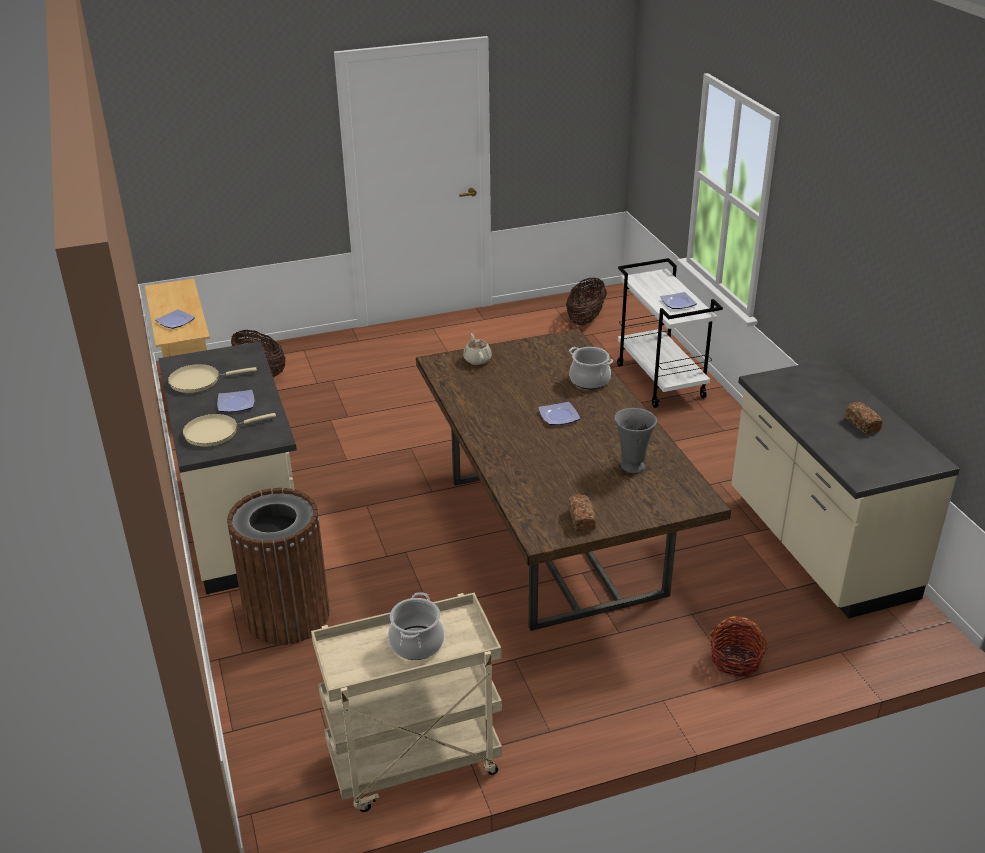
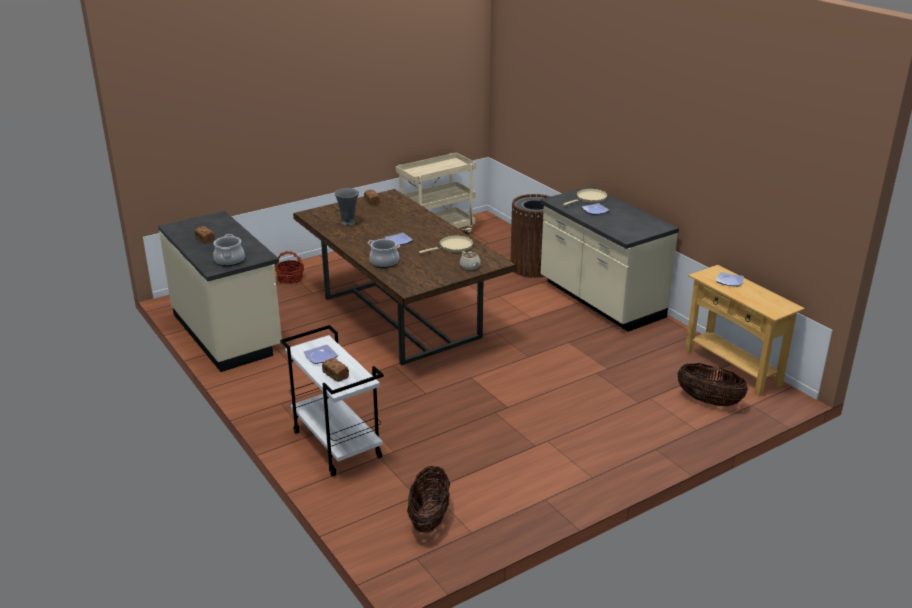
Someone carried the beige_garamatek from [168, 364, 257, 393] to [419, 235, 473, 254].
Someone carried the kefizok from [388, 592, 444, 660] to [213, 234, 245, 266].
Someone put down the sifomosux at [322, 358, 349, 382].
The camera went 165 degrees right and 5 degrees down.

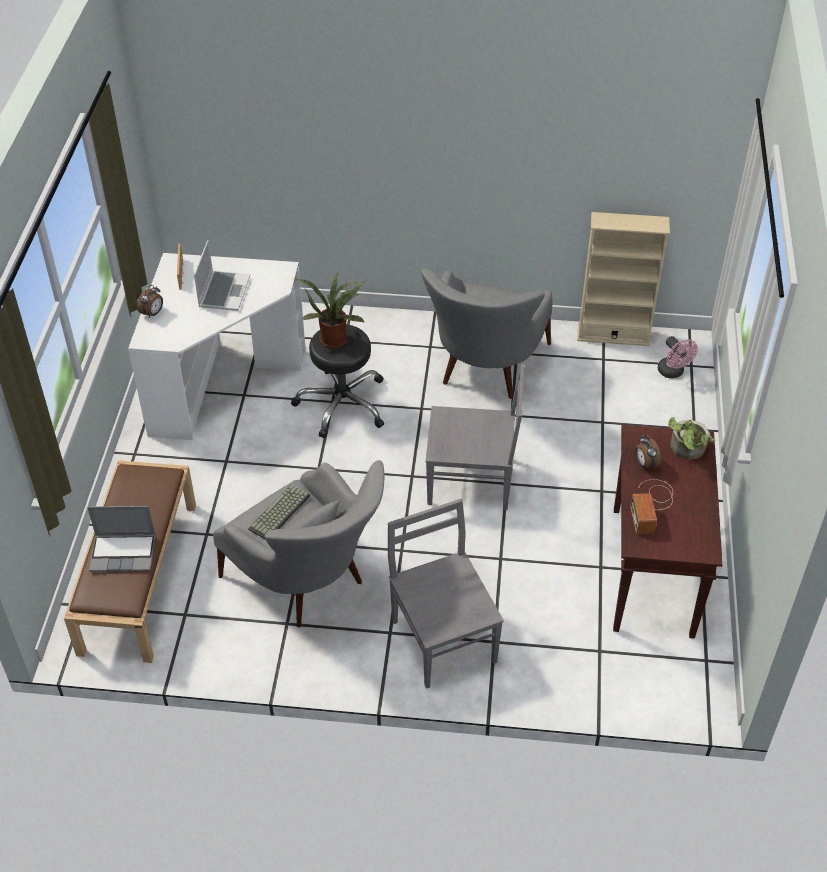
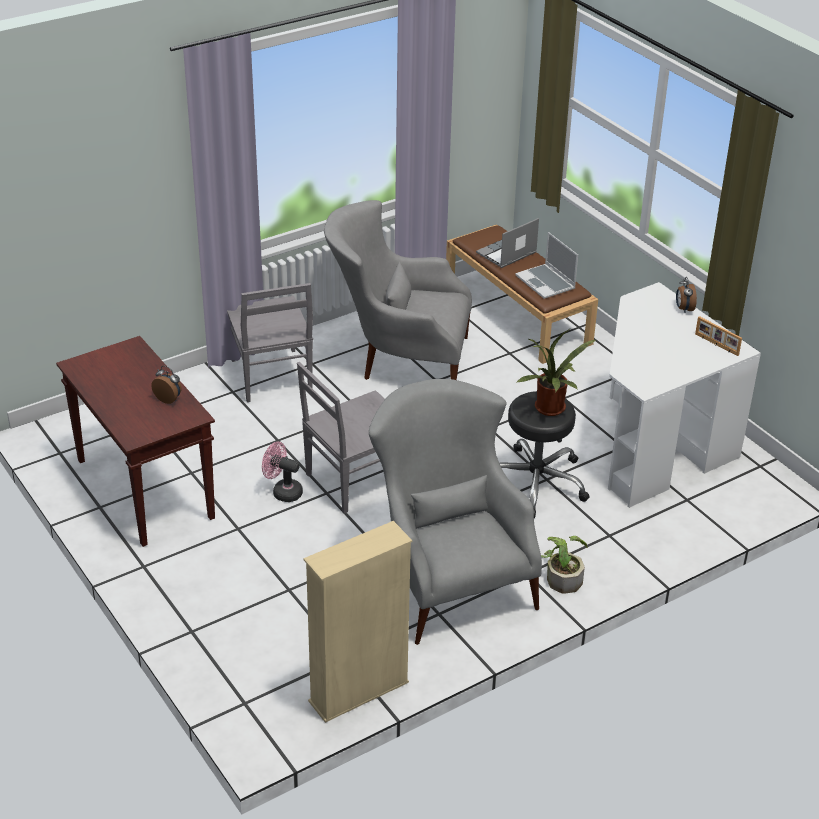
Someone carried the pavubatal from [194, 240, 250, 311] to [515, 232, 578, 299].
Someone took away the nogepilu at [248, 484, 310, 539].
Someone rotated the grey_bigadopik at [388, 499, 504, 689] by 45 degrees clockwise.
Someone took away the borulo at [631, 479, 673, 534].
Someone carried the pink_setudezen from [658, 336, 698, 378] to [262, 442, 303, 502].
Someone carried the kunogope from [668, 417, 715, 460] to [541, 536, 588, 594].
The camera went 140 degrees right and 10 degrees down.

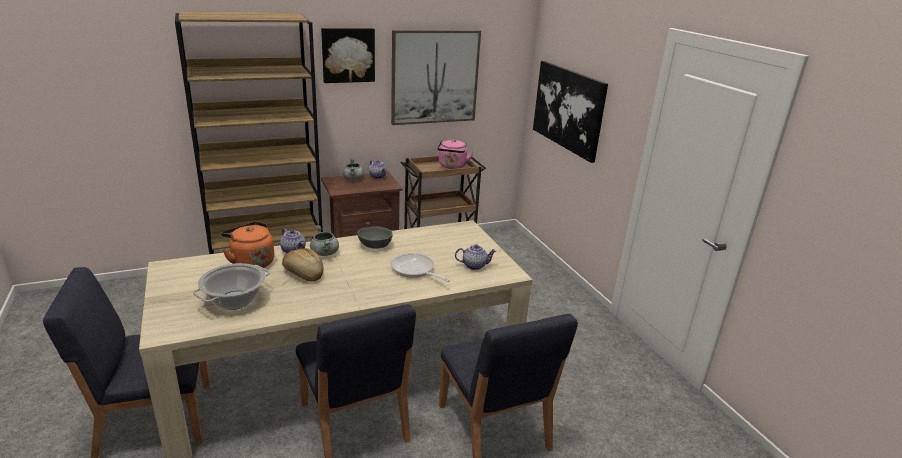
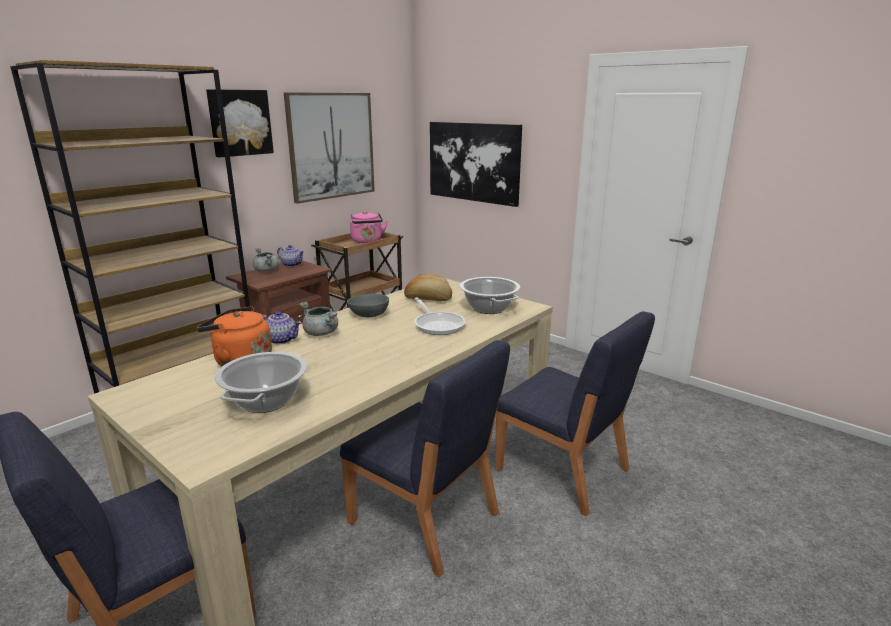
Someone carried the sifomosux from [282, 248, 324, 281] to [404, 274, 452, 301].
Someone rotated the garamatek at [391, 253, 450, 282] by 135 degrees counterclockwise.
Someone swapped the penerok at [455, 244, 496, 270] for the kefizok at [460, 277, 520, 314].
The camera went 25 degrees left and 5 degrees down.

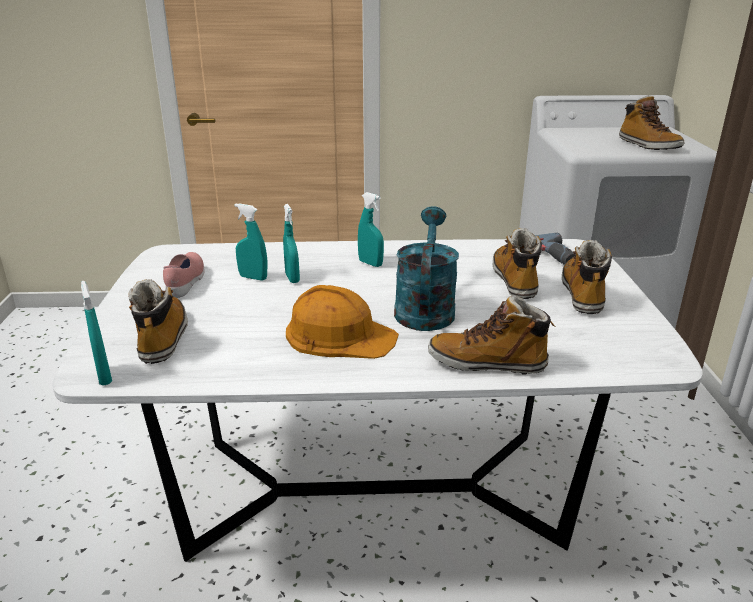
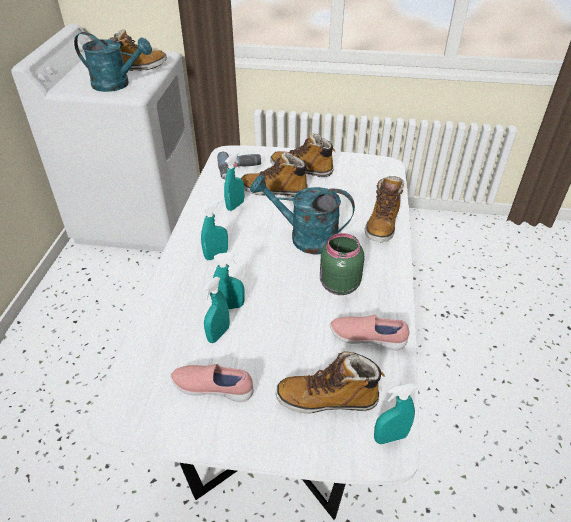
Someone swapped the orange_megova at [286, 285, 399, 359] for the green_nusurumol at [320, 233, 365, 295].
Someone put down the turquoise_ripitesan at [74, 32, 152, 92].
Someone put down the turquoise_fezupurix at [224, 152, 244, 211].
Someone put down the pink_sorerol at [330, 315, 409, 350].
The camera went 80 degrees left and 15 degrees up.

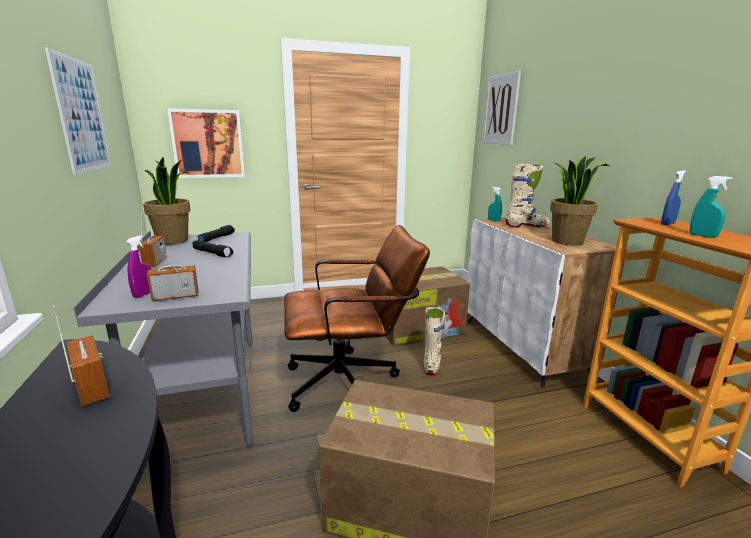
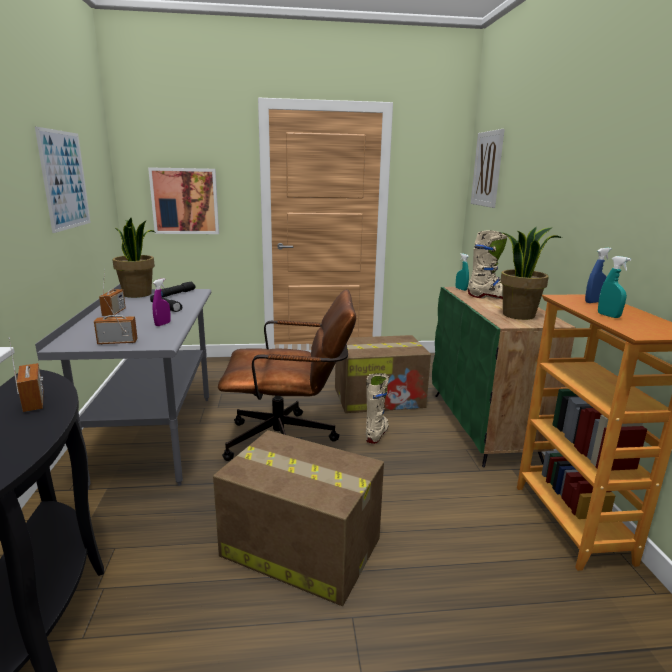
Someone carried the purple_fezupurix from [126, 235, 151, 298] to [153, 278, 171, 326].
Someone repainted the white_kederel at [468, 218, 627, 388], which became the green_kederel at [432, 287, 576, 467].
The camera went 10 degrees right and 0 degrees up.

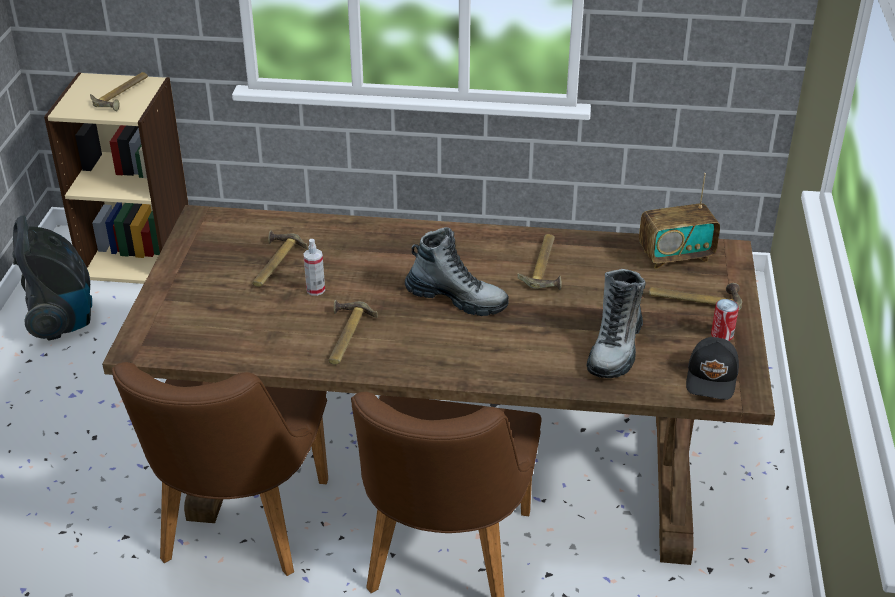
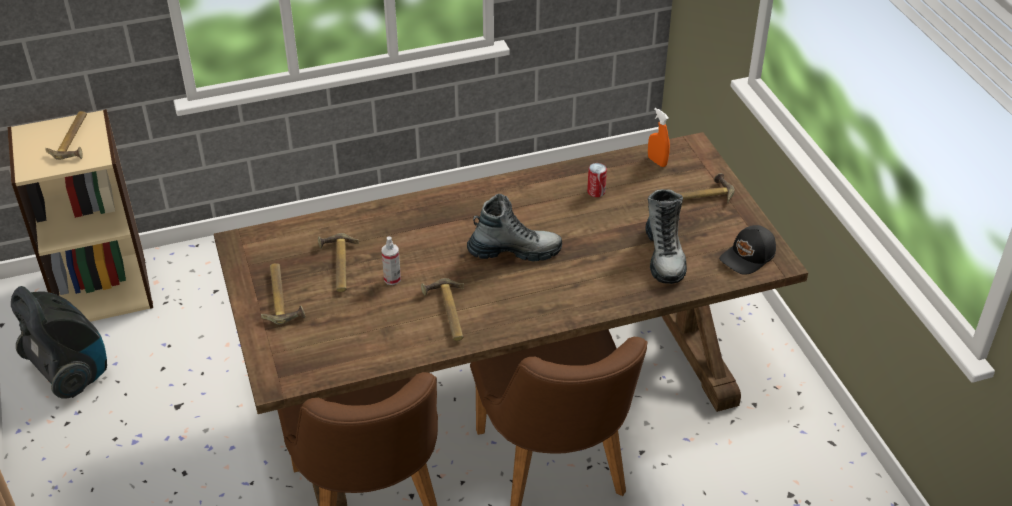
Someone carried the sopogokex from [518, 234, 561, 290] to [261, 263, 305, 325].
Someone swapped the borulo at [639, 173, 720, 269] for the orange_fezupurix at [648, 108, 670, 167].
Someone rotated the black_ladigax at [686, 337, 739, 400] by 60 degrees clockwise.
Someone carried the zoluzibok from [711, 299, 739, 341] to [587, 163, 607, 197].
The camera went 25 degrees left and 5 degrees up.

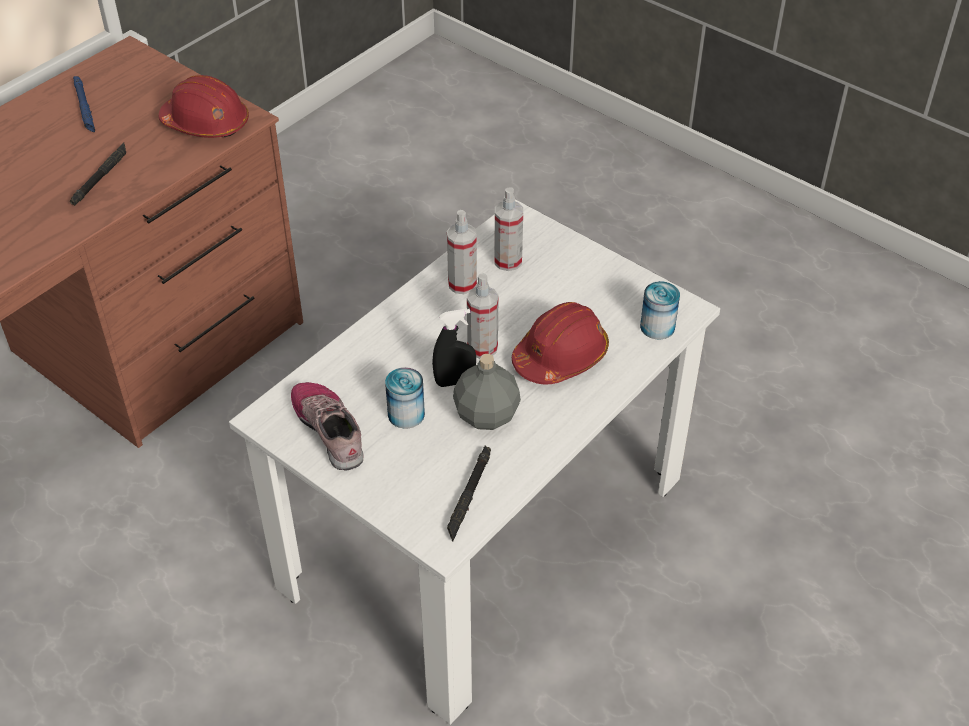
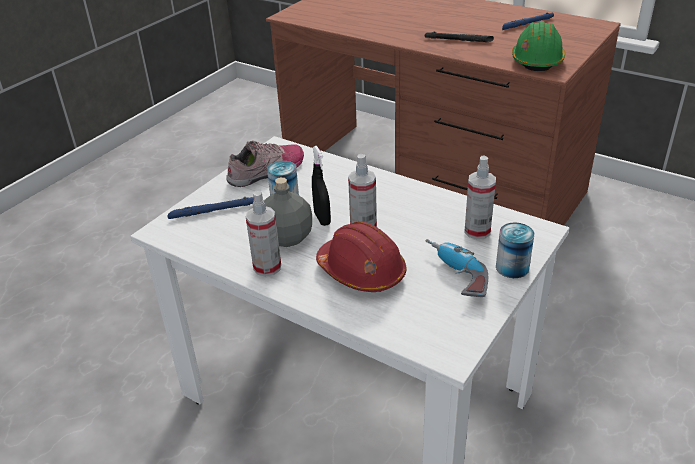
Someone repainted the red_megova at [159, 75, 249, 138], which became the green_megova at [512, 21, 565, 71].
Someone carried the fezupurix from [447, 210, 477, 294] to [246, 191, 281, 277].
Someone took away the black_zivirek at [447, 446, 491, 541].
Someone carried the zoluzibok from [640, 281, 680, 340] to [496, 223, 534, 278].
Someone put down the blue_zivirek at [168, 197, 254, 219].
Someone put down the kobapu at [426, 239, 488, 297].
The camera went 85 degrees right and 10 degrees down.

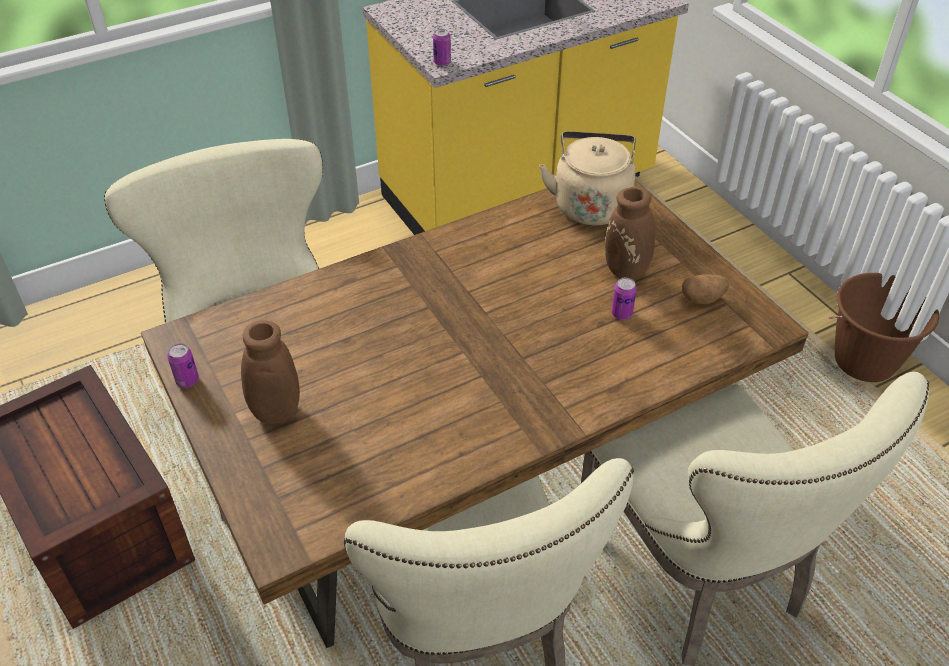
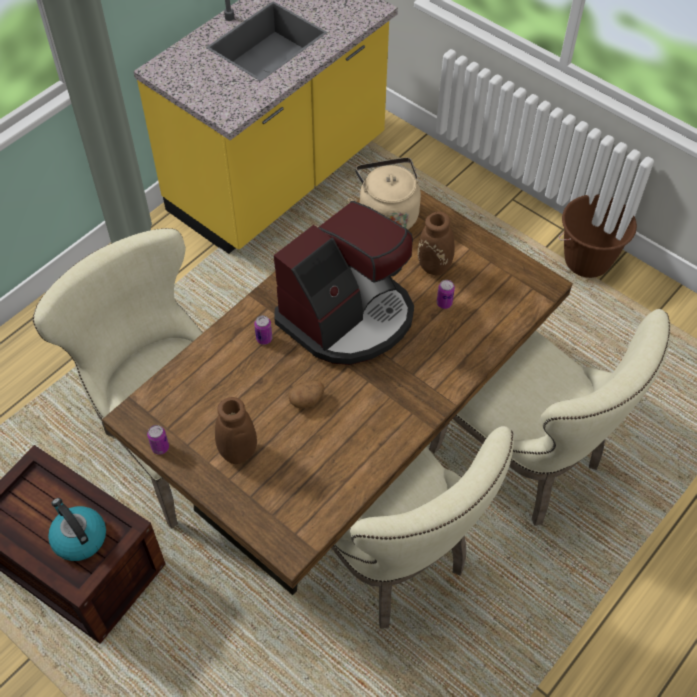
Someone carried the zoluzibok from [433, 29, 451, 66] to [254, 315, 272, 345].
Someone carried the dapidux from [682, 275, 729, 304] to [289, 381, 325, 408].
Someone put down the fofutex at [48, 498, 106, 561].
Someone put down the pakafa at [274, 201, 414, 365].
The camera went 20 degrees left and 10 degrees up.

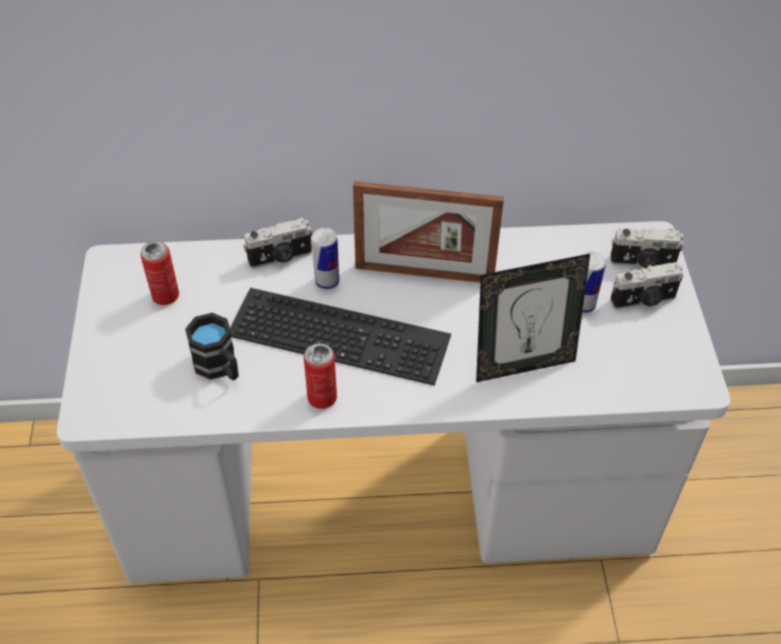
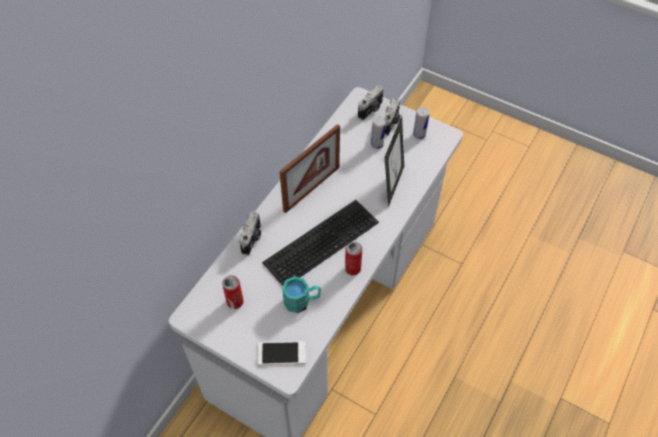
Someone repainted the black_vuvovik at [185, 313, 239, 380], which became the turquoise_vuvovik at [282, 276, 321, 313].
Someone carried the zoluzibok from [312, 228, 339, 290] to [413, 107, 430, 139].
Someone put down the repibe at [257, 341, 306, 365].
The camera went 55 degrees left and 5 degrees up.

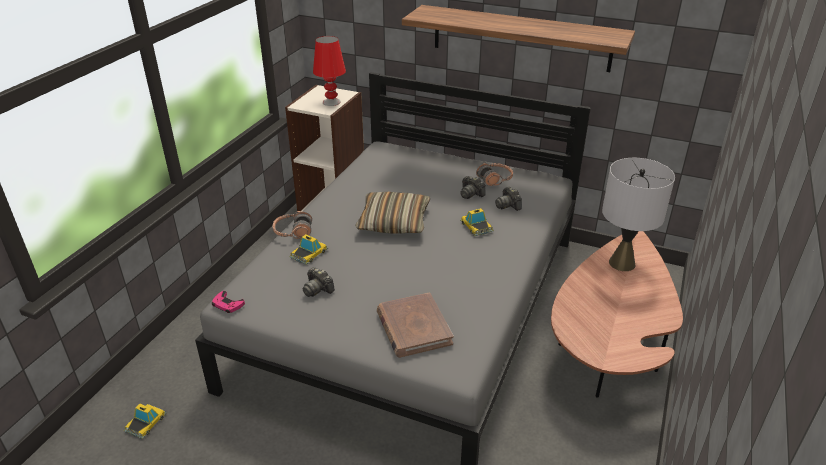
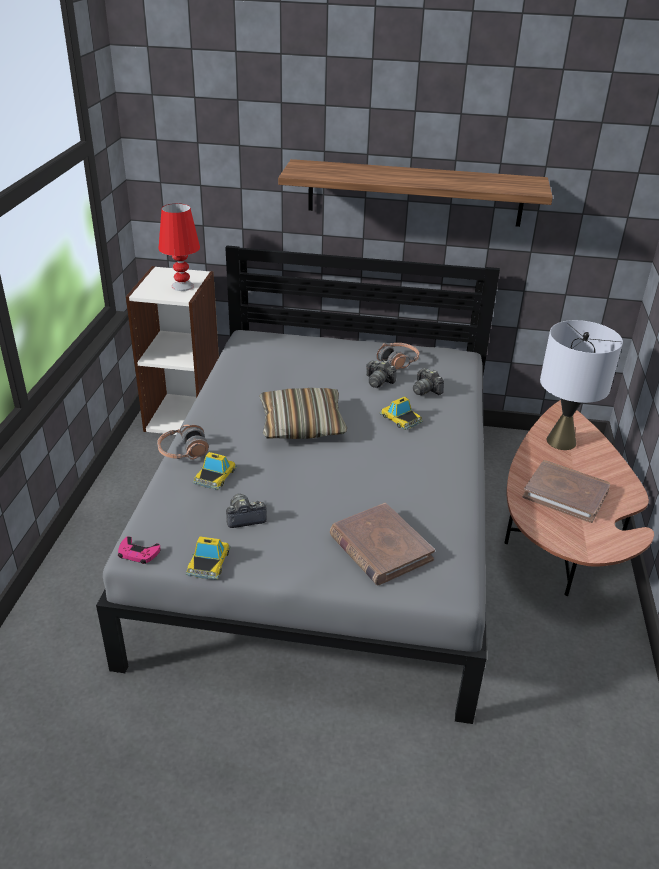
Someone carried the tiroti from [124, 404, 167, 439] to [186, 536, 231, 580].
Someone rotated the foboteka at [302, 267, 335, 297] by 135 degrees clockwise.
Someone put down the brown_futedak at [523, 460, 610, 523].
The camera went 15 degrees left and 0 degrees up.

